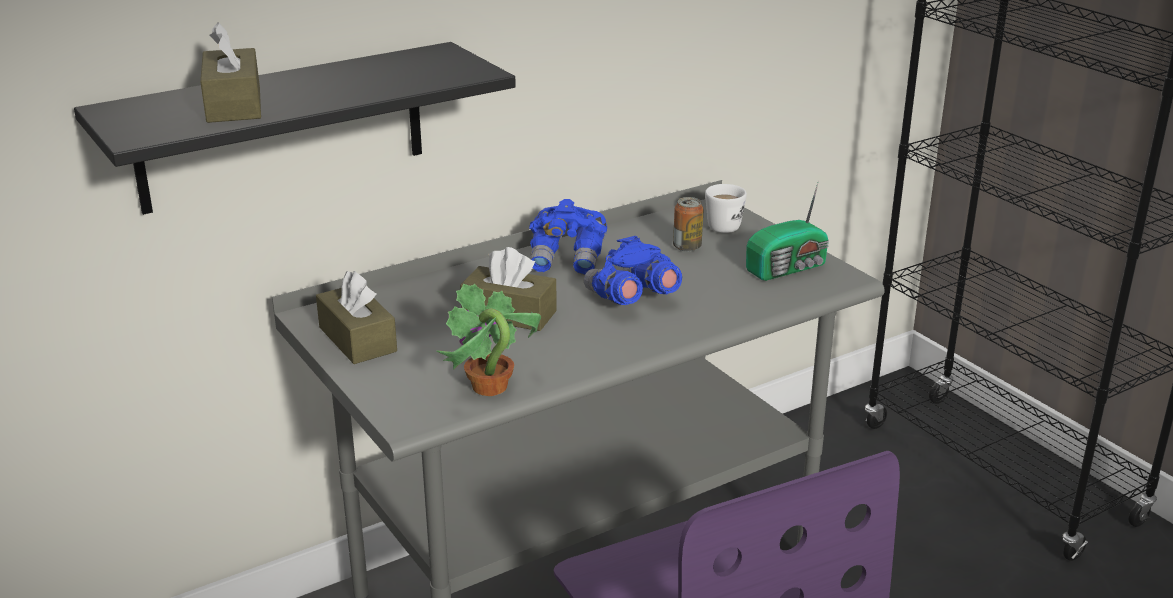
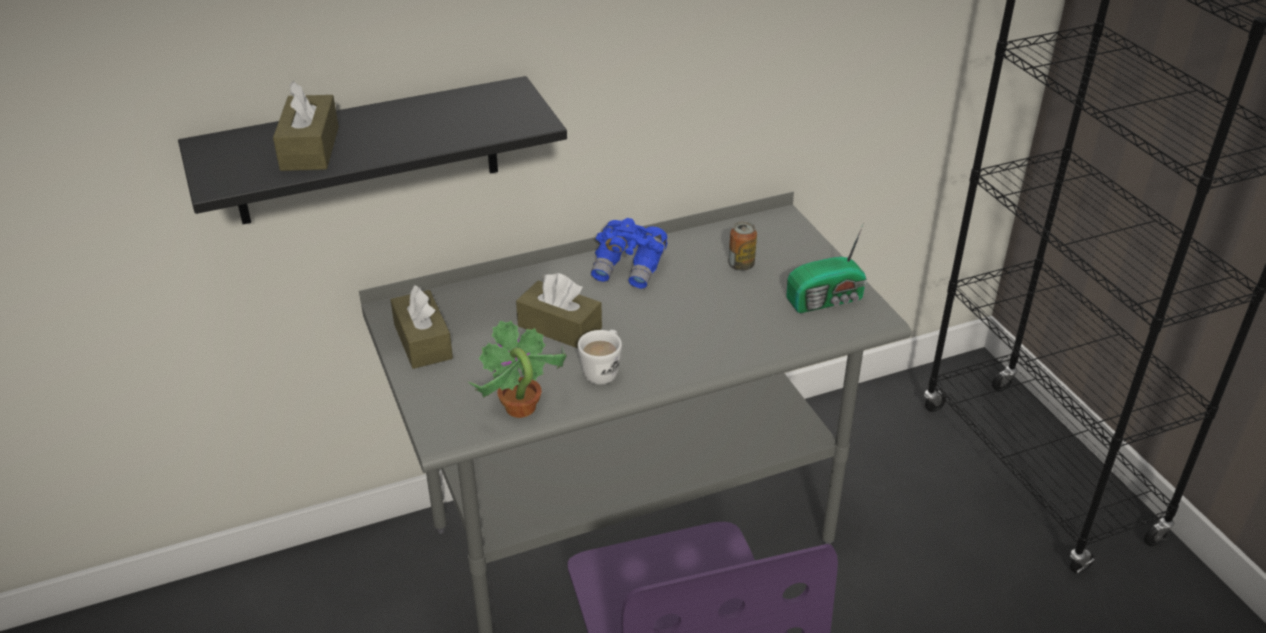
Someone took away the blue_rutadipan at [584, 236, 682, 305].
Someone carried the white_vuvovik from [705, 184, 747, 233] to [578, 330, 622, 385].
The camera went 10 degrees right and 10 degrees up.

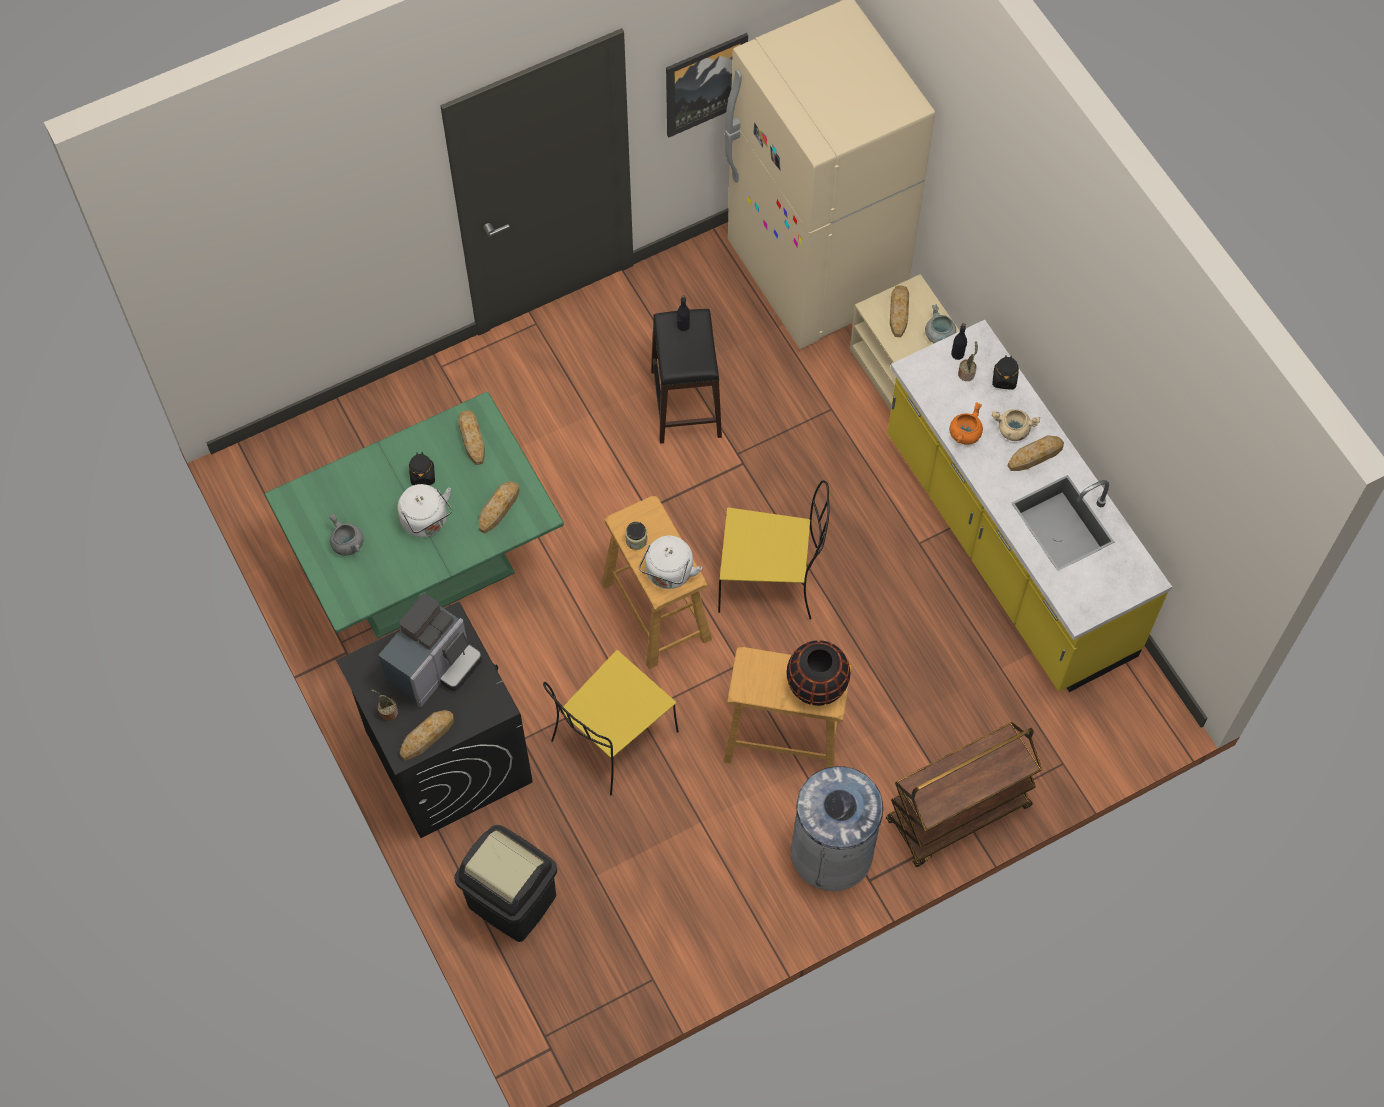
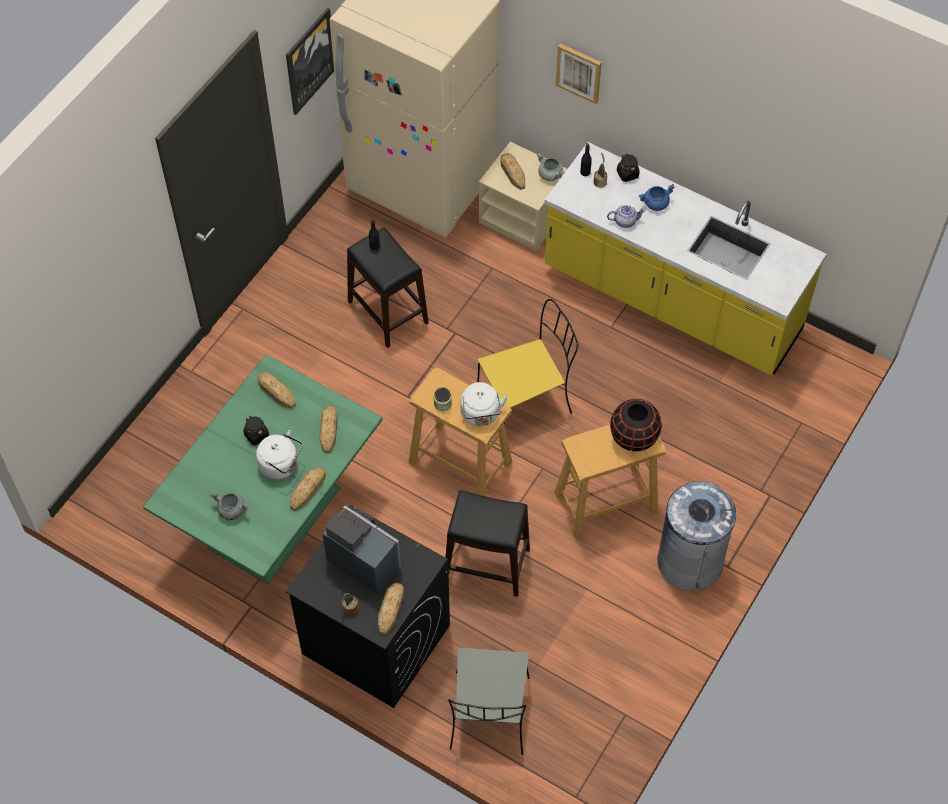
Someone rotated the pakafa at [378, 593, 482, 707] by 60 degrees counterclockwise.
Someone swapped the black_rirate at [454, 825, 557, 942] for the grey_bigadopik at [448, 648, 530, 755].
Someone swapped the yellow_bigadopik at [543, 650, 679, 795] for the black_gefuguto at [445, 490, 530, 597].
Someone took away the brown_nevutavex at [886, 722, 1043, 867].
Someone swapped the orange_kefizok at [949, 403, 983, 445] for the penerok at [607, 205, 646, 228].
Someone repainted the beige_kefizok at [992, 409, 1040, 441], which became the blue_kefizok at [639, 184, 675, 211].
Someone carried the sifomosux from [1008, 435, 1064, 471] to [290, 467, 326, 511].
Someone put up the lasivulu at [556, 44, 602, 104].
The camera went 30 degrees left and 5 degrees down.

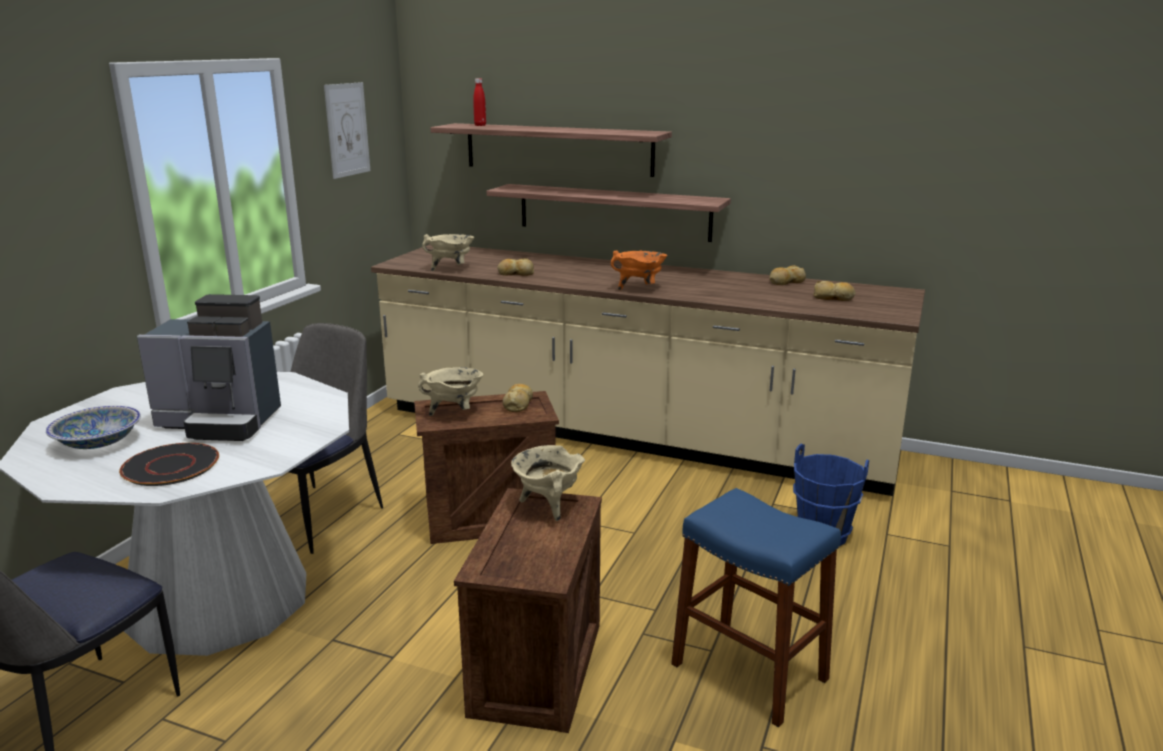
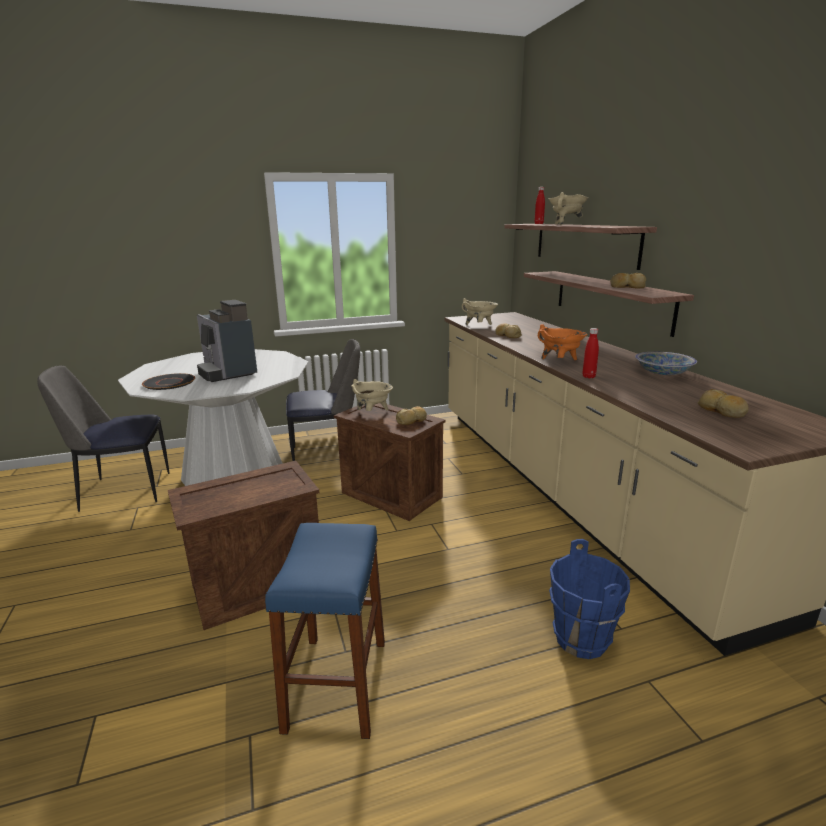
Someone carried the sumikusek from [46, 406, 141, 449] to [635, 352, 697, 375].
Someone took away the lasivulu at [324, 82, 370, 179].
Someone carried the beige_kefizok from [511, 445, 585, 521] to [549, 192, 588, 225].
Someone carried the sifomosux from [770, 265, 806, 285] to [610, 273, 646, 288].
Someone put down the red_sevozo at [583, 328, 599, 378].
The camera went 50 degrees right and 0 degrees up.

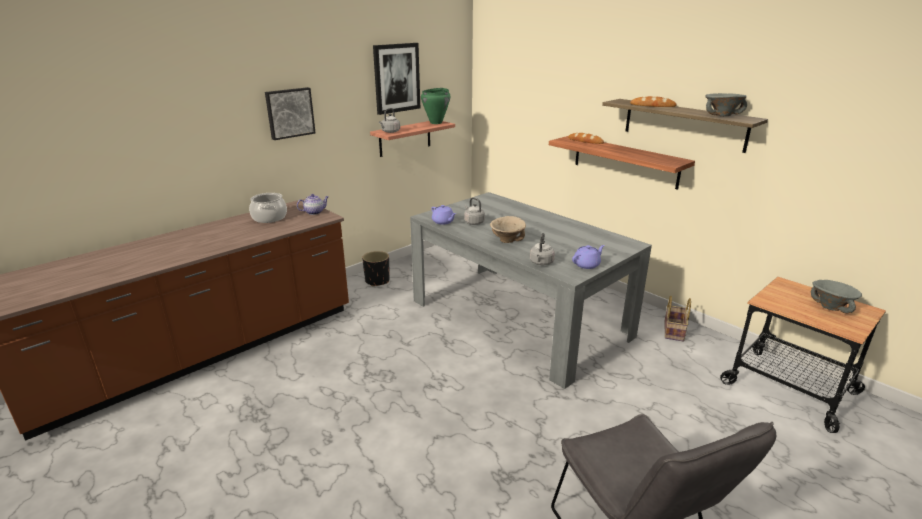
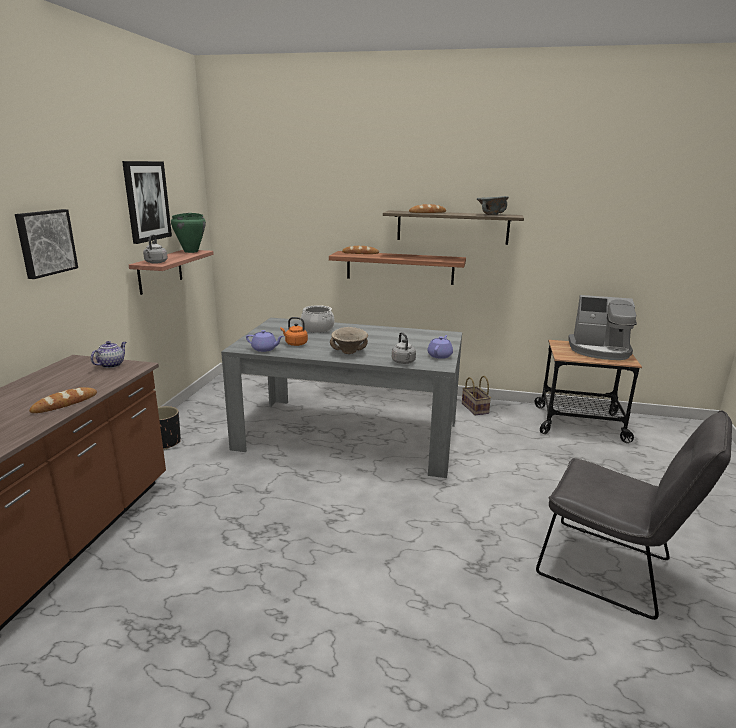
Someone carried the kefizok from [249, 193, 287, 223] to [301, 305, 335, 333].
Someone repainted the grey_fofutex at [464, 197, 485, 225], which became the orange_fofutex at [281, 317, 308, 346].
Someone swapped the grey_sumikusek at [811, 280, 862, 313] for the pakafa at [568, 295, 637, 360].
Someone put down the sifomosux at [29, 387, 97, 413].
The camera went 35 degrees left and 5 degrees down.

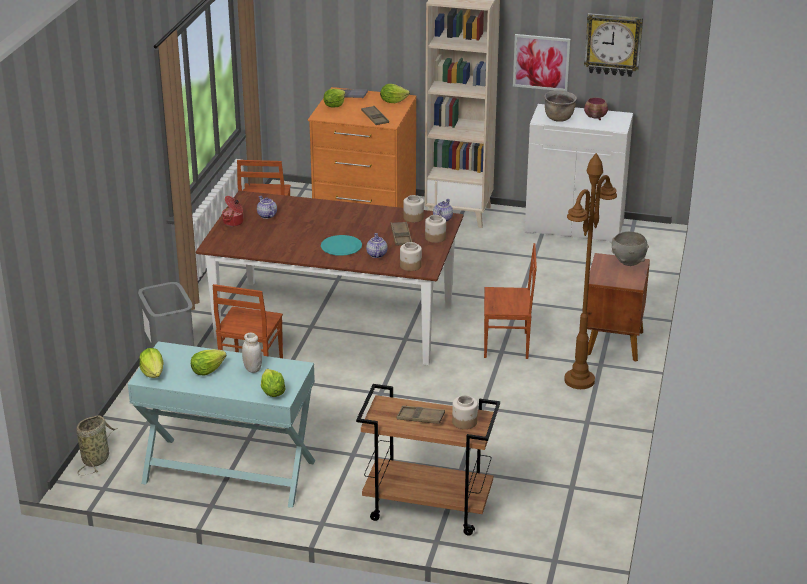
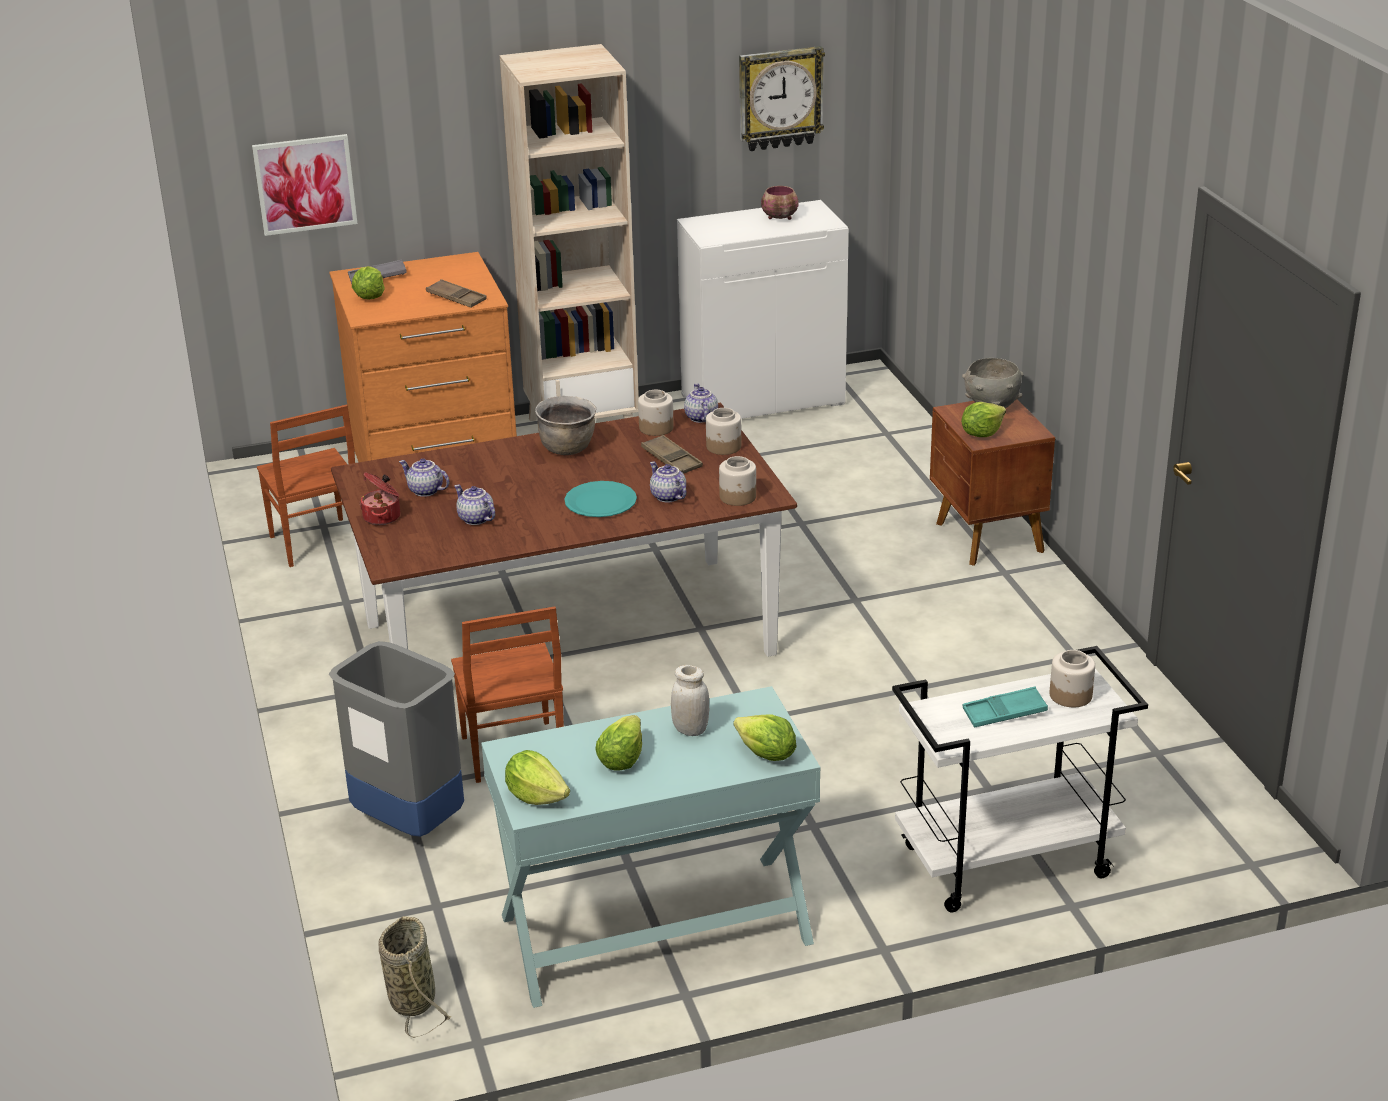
Someone repainted the brown_nevutavex at [356, 384, 500, 536], which became the white_nevutavex at [892, 646, 1148, 912].
Someone carried the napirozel from [380, 84, 410, 103] to [961, 402, 1006, 437].
Someone repainted the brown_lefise at [396, 406, 445, 424], which became the turquoise_lefise at [963, 687, 1048, 727].
Someone took away the brown_bigadopik at [484, 243, 537, 359].
Someone carried the lasivulu from [513, 34, 571, 91] to [252, 134, 358, 236].
Someone carried the brown_kefizok from [544, 90, 577, 122] to [535, 396, 596, 455].
Someone took away the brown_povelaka at [564, 153, 617, 389].
Someone put down the penerok at [454, 485, 495, 525].
The camera went 30 degrees left and 0 degrees up.

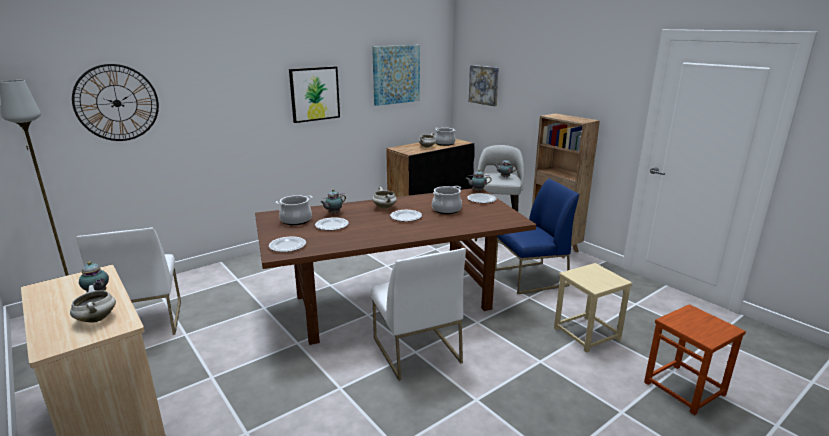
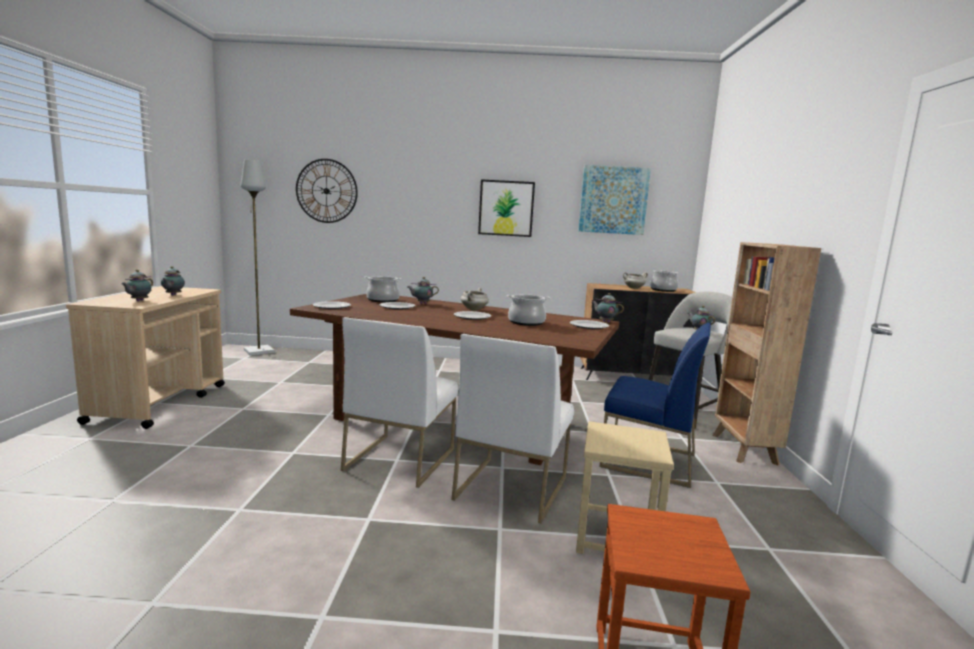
Someone swapped the white_kefizok at [70, 285, 116, 323] for the penerok at [121, 270, 153, 301].
Someone carried the white_bigadopik from [77, 227, 181, 335] to [451, 334, 574, 524].
Someone took away the lasivulu at [469, 65, 499, 106].
The camera went 40 degrees right and 10 degrees down.

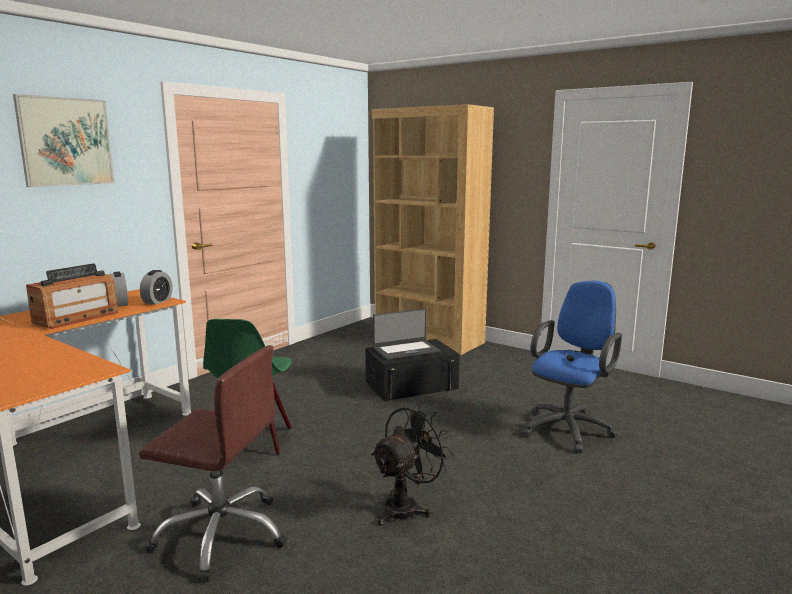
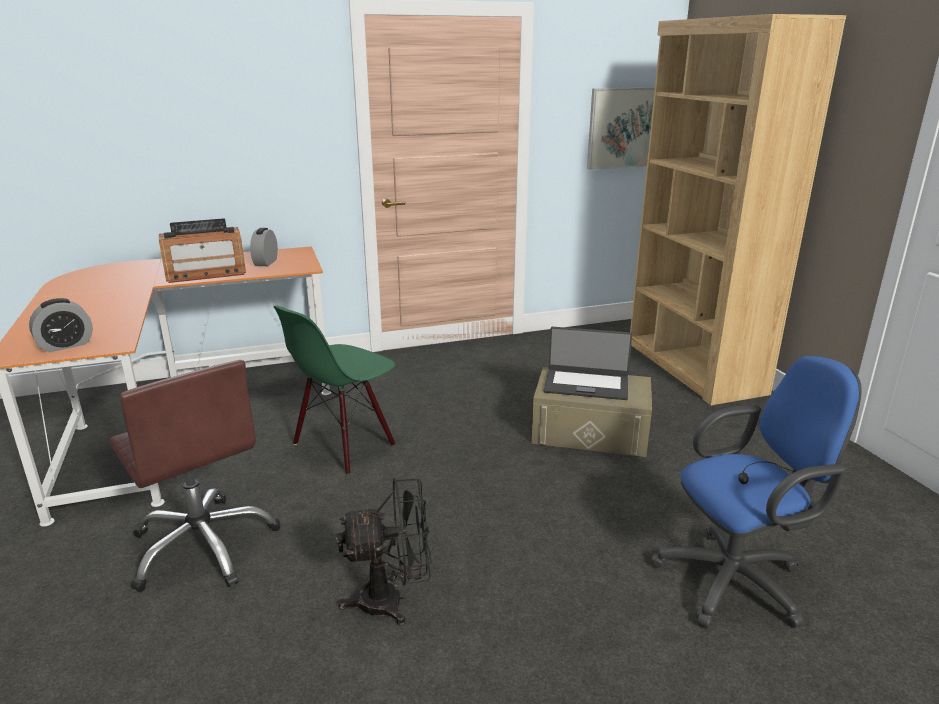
Someone carried the lasivulu from [13, 94, 115, 187] to [587, 87, 655, 170].
Someone carried the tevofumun from [140, 270, 173, 305] to [29, 298, 93, 352].
Someone repainted the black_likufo at [365, 339, 460, 401], which became the beige_likufo at [532, 367, 652, 457].
The camera went 35 degrees right and 10 degrees up.

